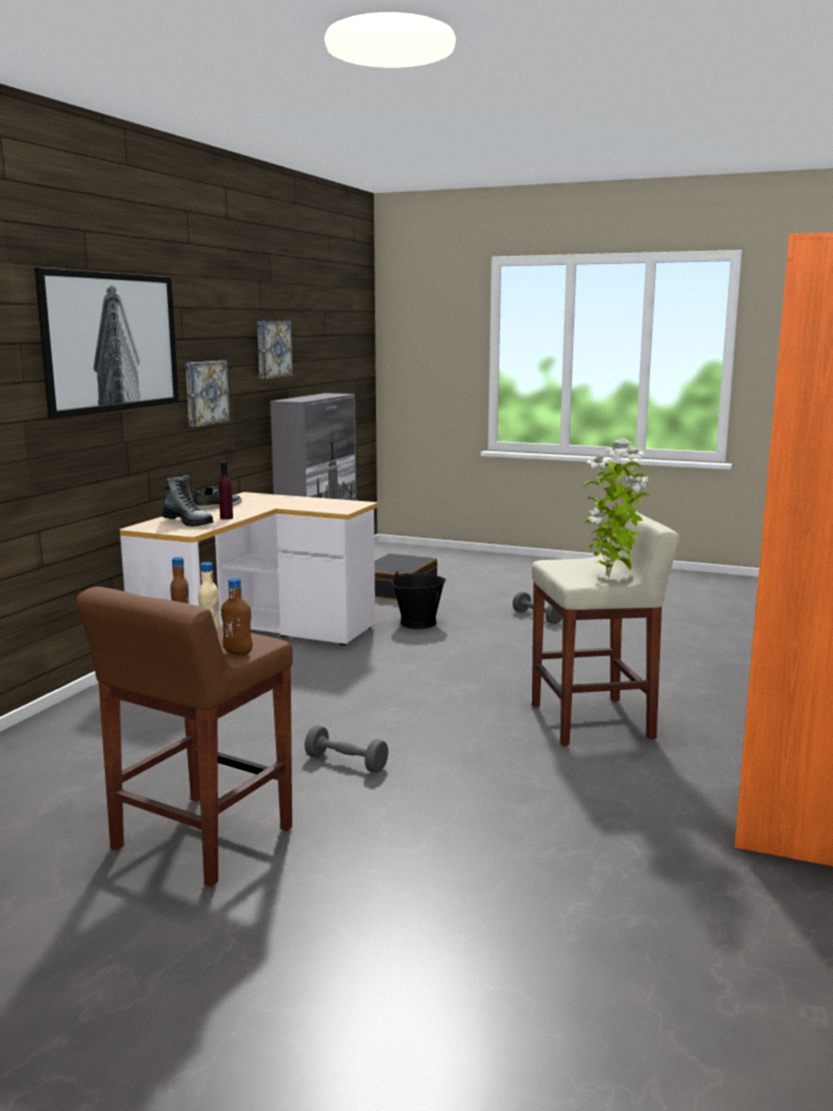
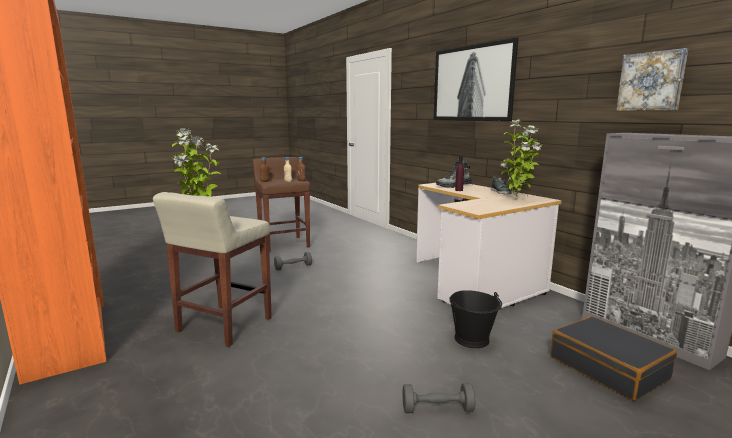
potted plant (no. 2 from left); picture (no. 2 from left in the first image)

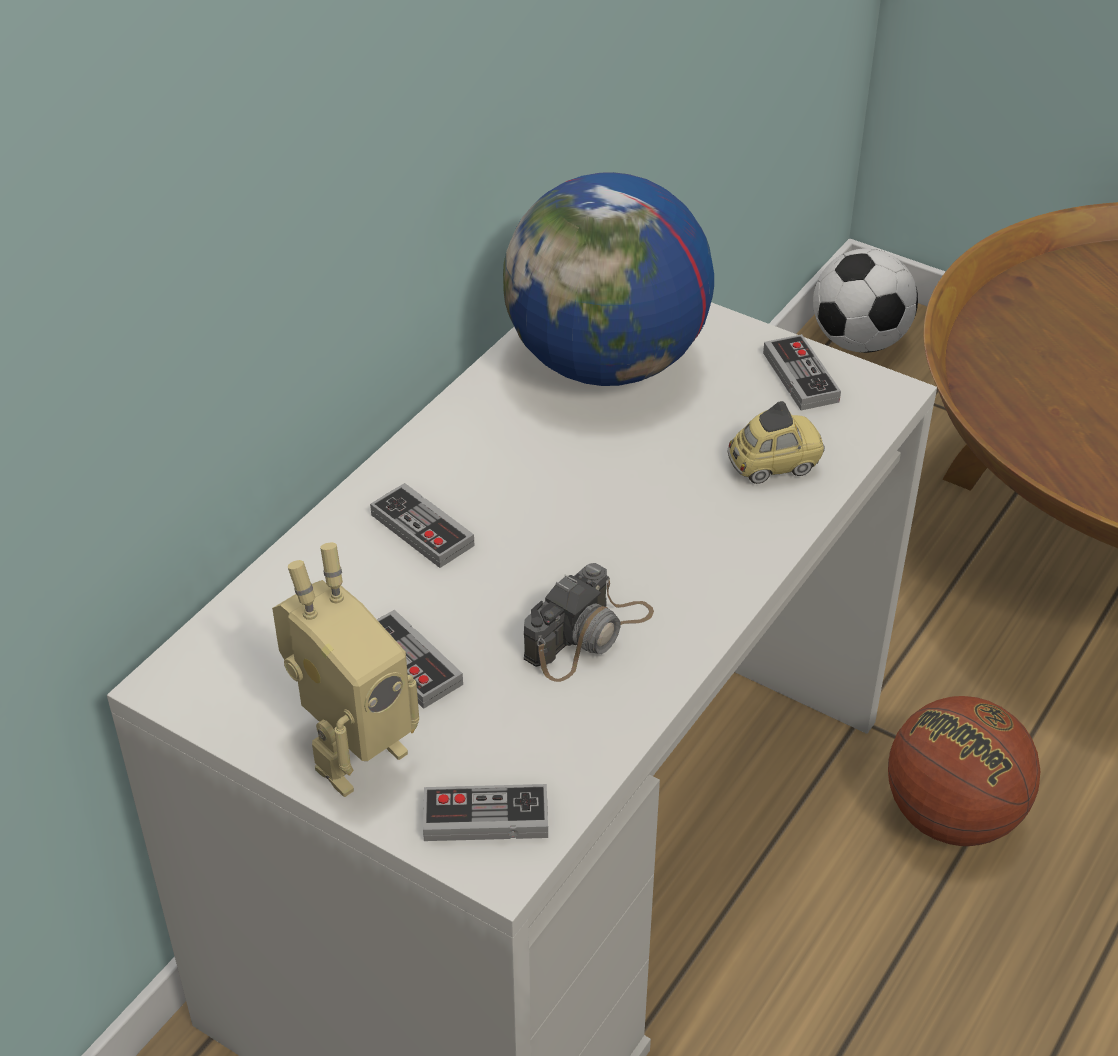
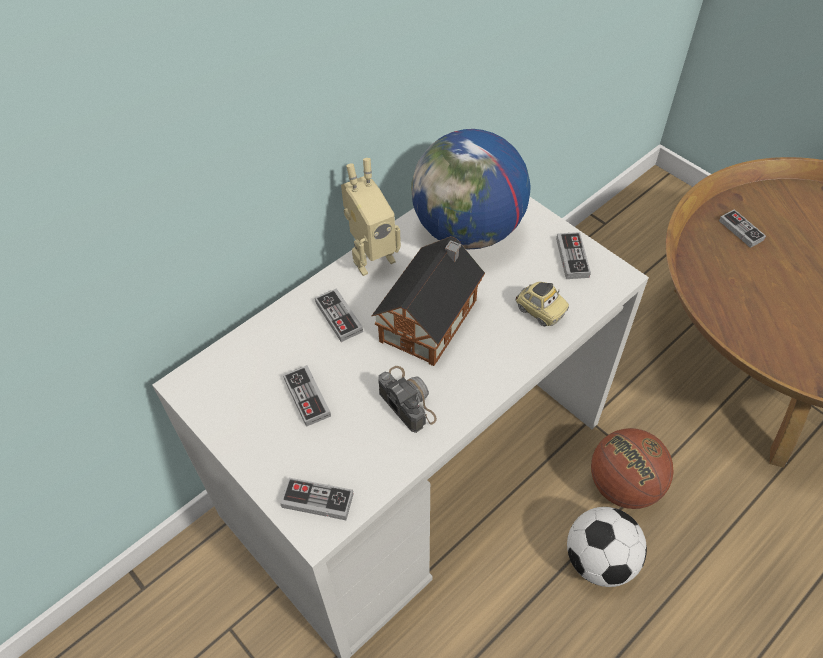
toy robot; toy house; photo camera; toy car; football; game controller (no. 5 from left)

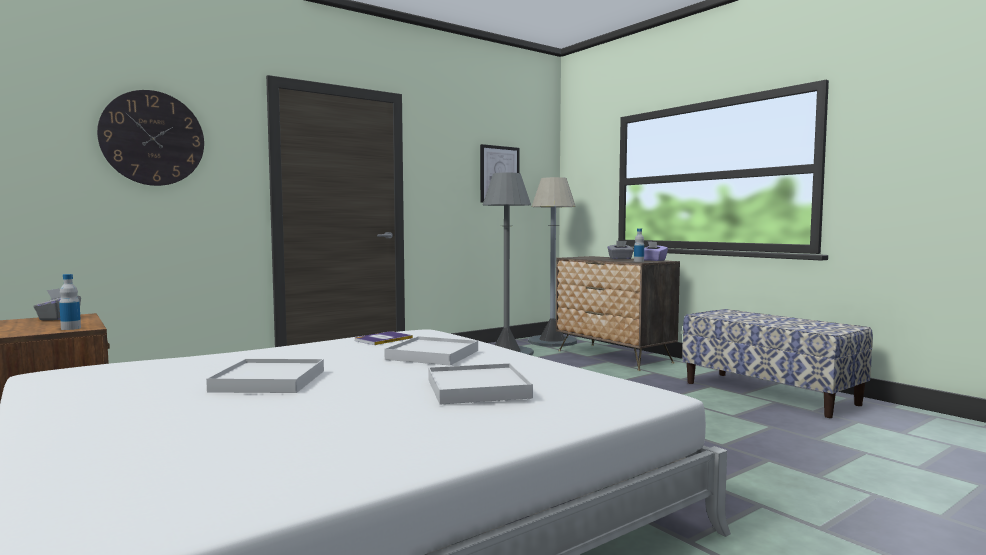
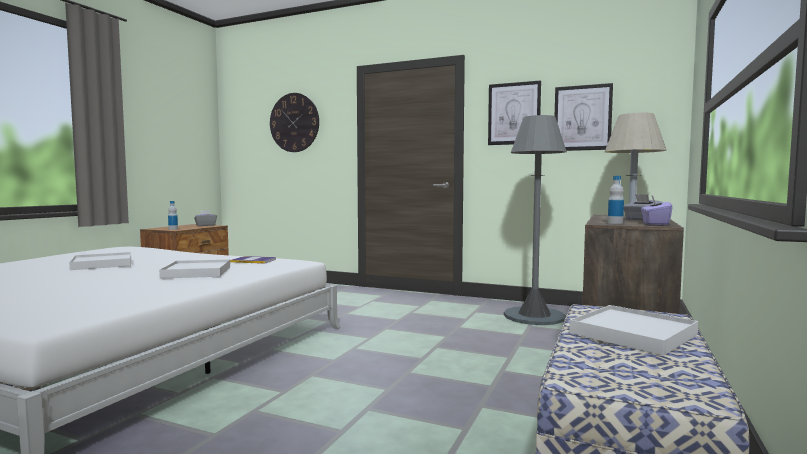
picture (no. 1 from left); white tray (no. 3 from left)

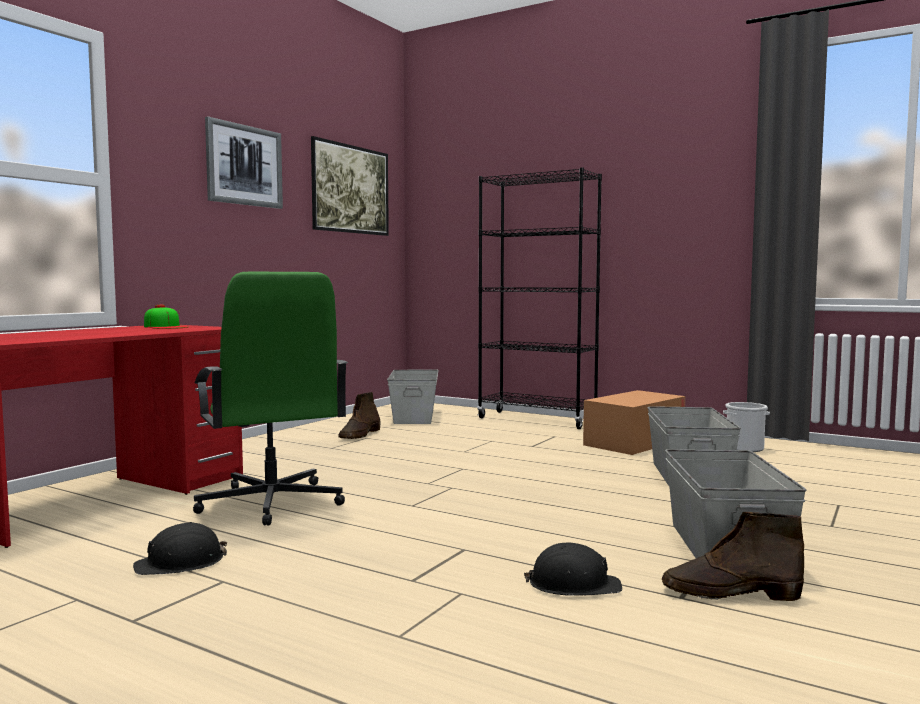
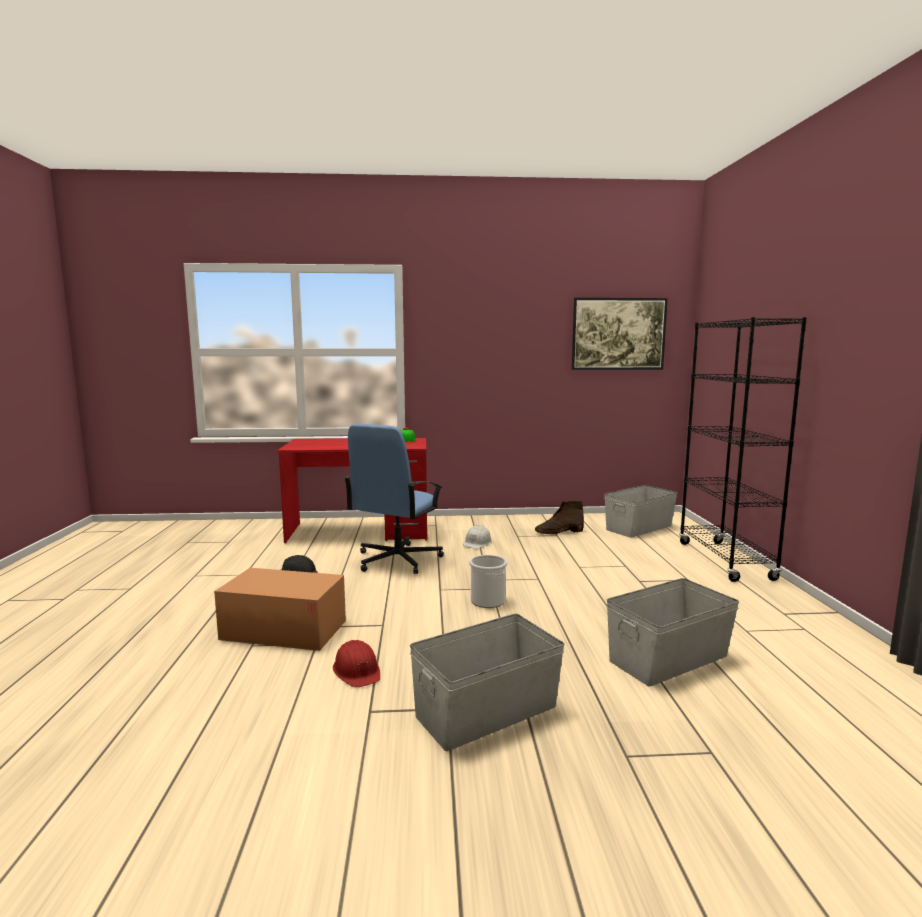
cardboard box; red hard hat; blue office chair; white hard hat; bucket; picture (no. 1 from left in the first image); brown boot (no. 2 from left in the first image)

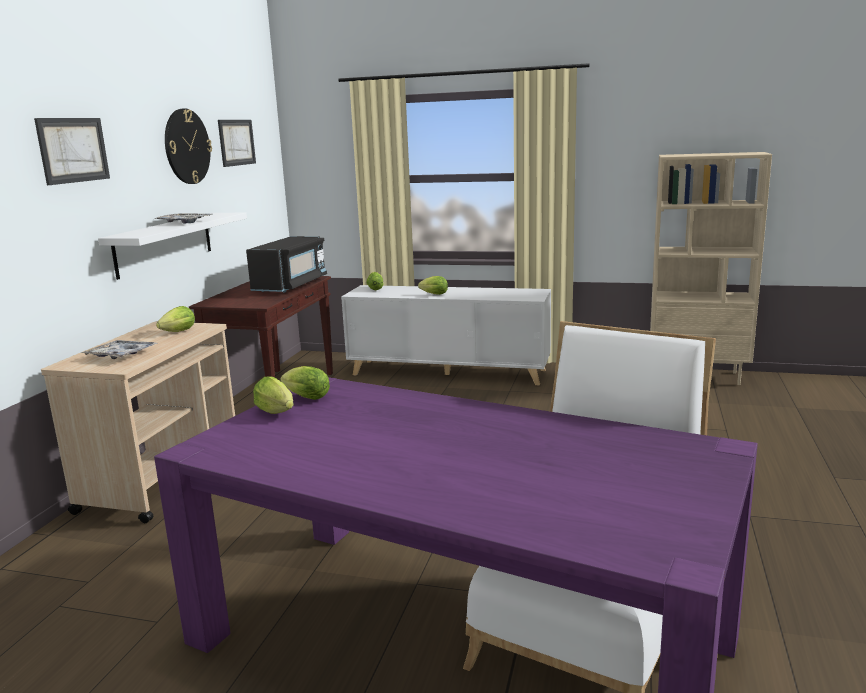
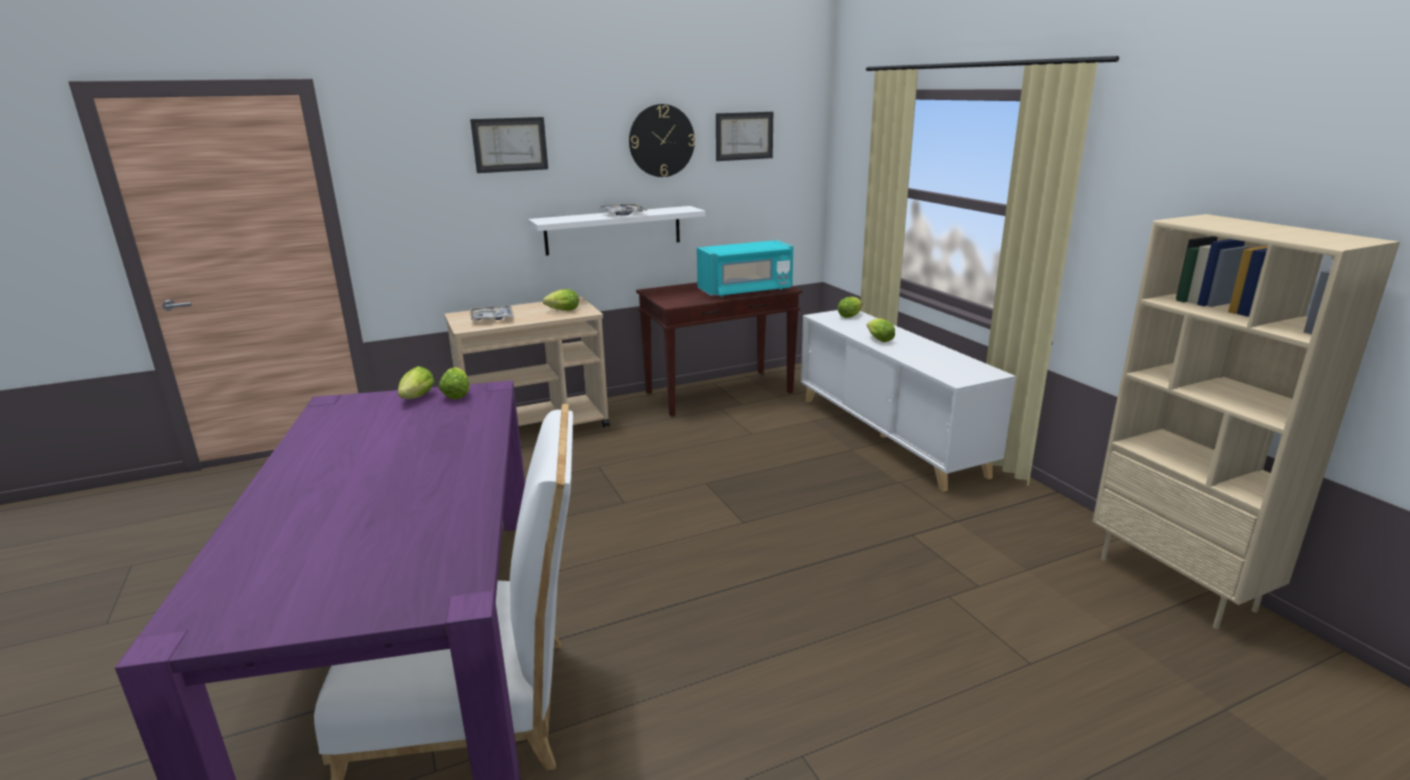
turquoise microwave

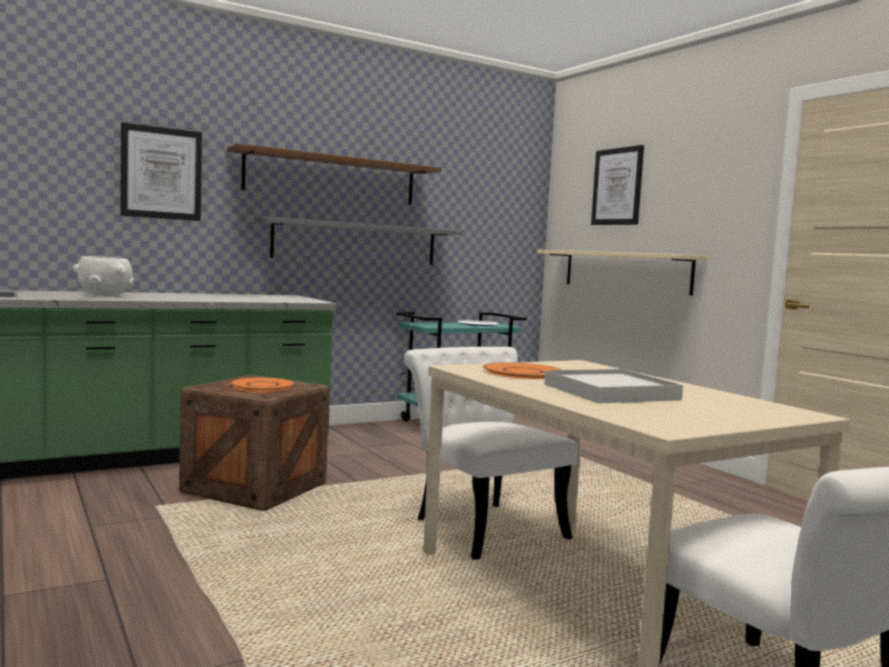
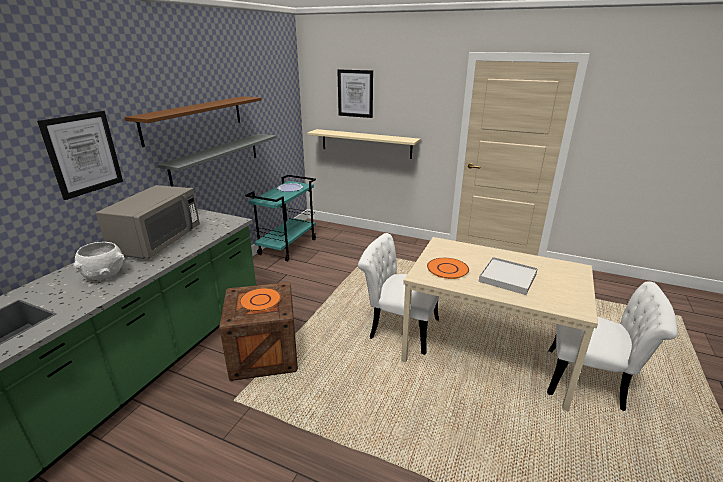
grey microwave

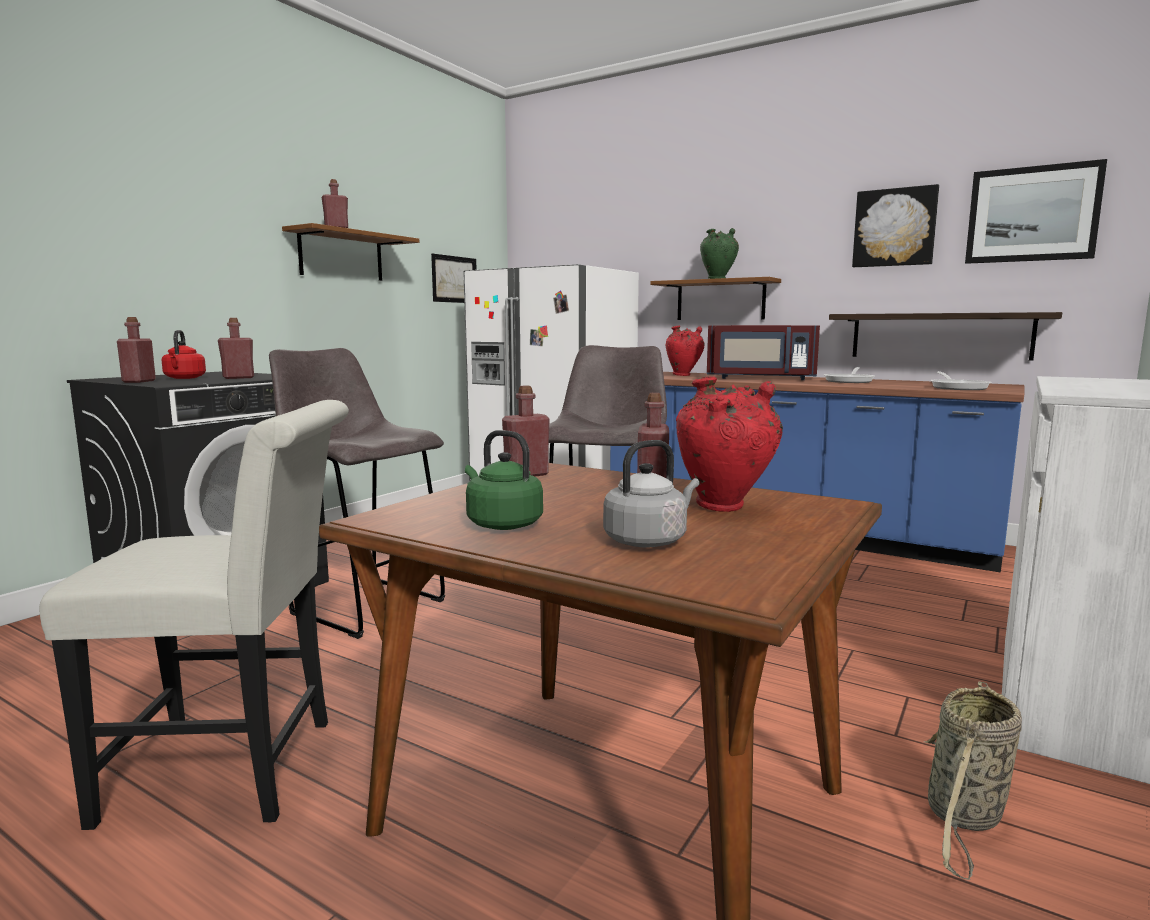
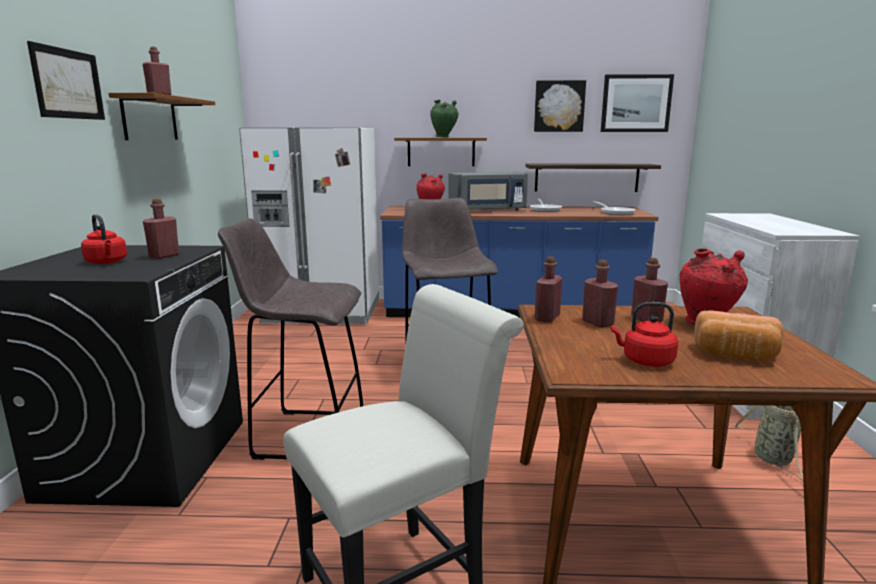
picture (no. 1 from left); grey microwave; red bottle (no. 4 from left); red kettle (no. 2 from left); bread

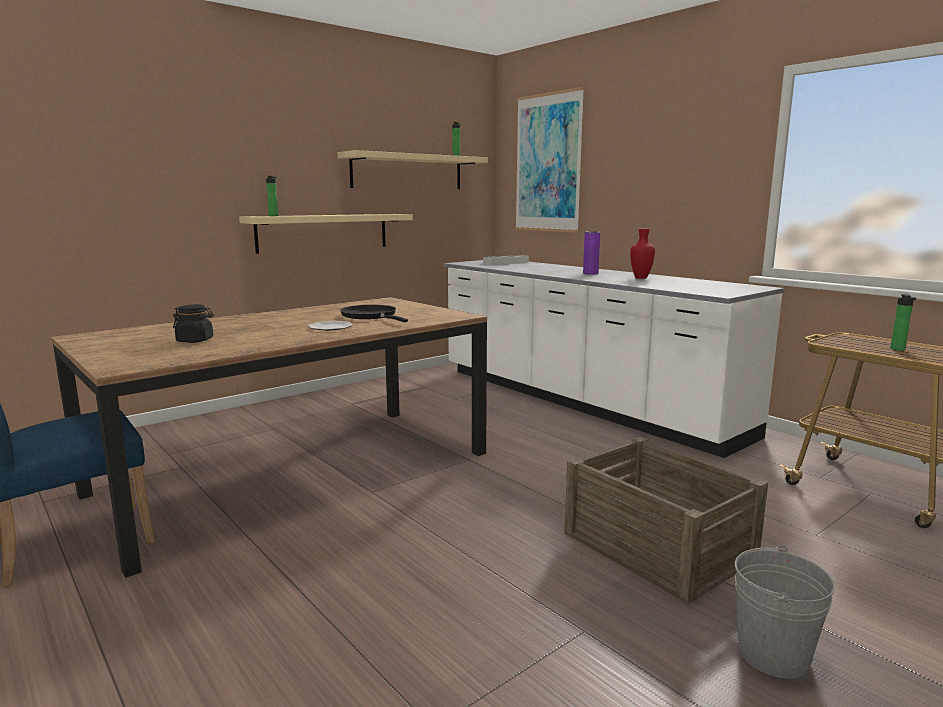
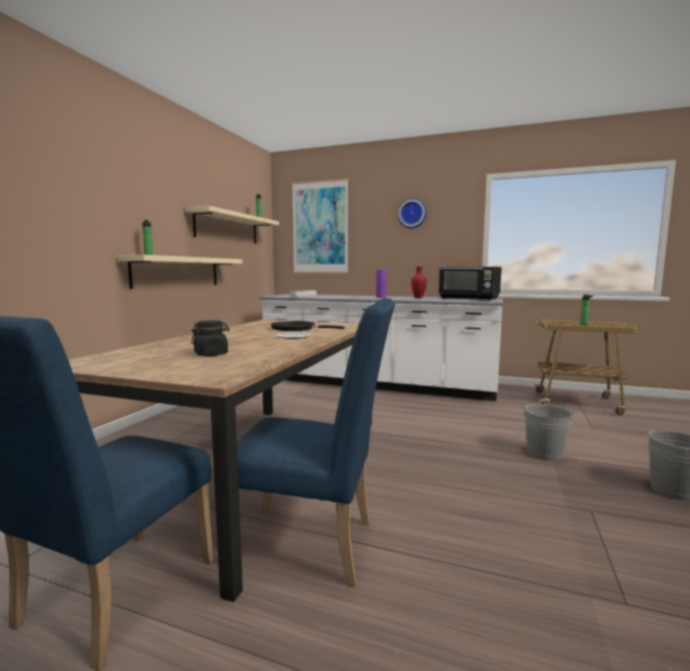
blue chair (no. 2 from left); wall clock; black microwave; grey bucket (no. 1 from left)

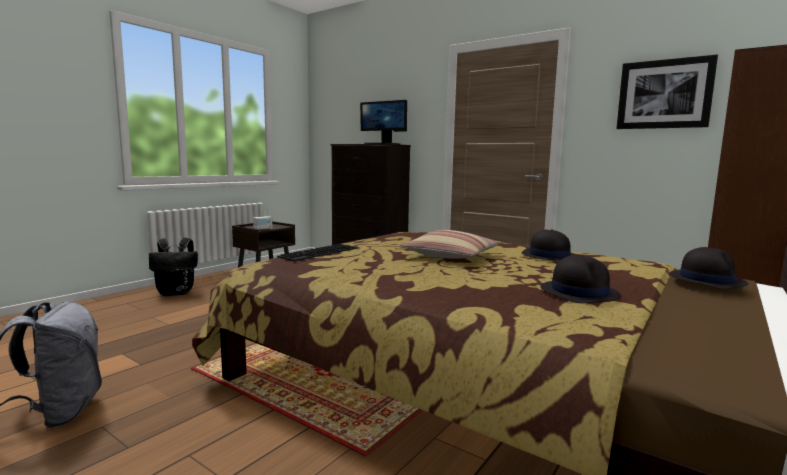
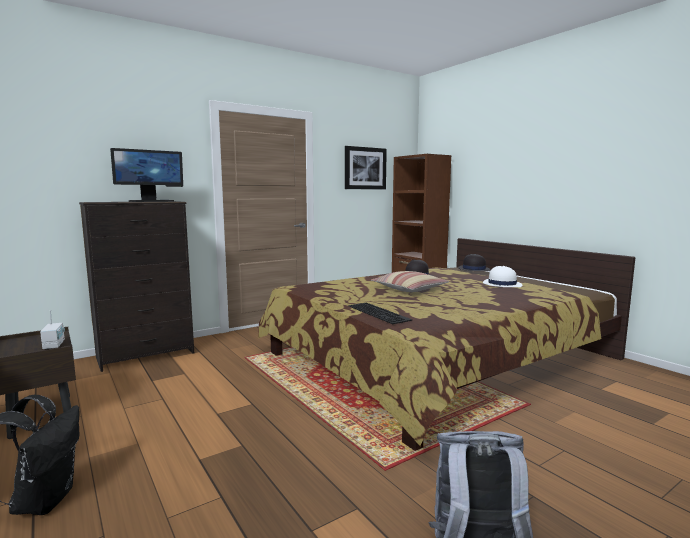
white hat

